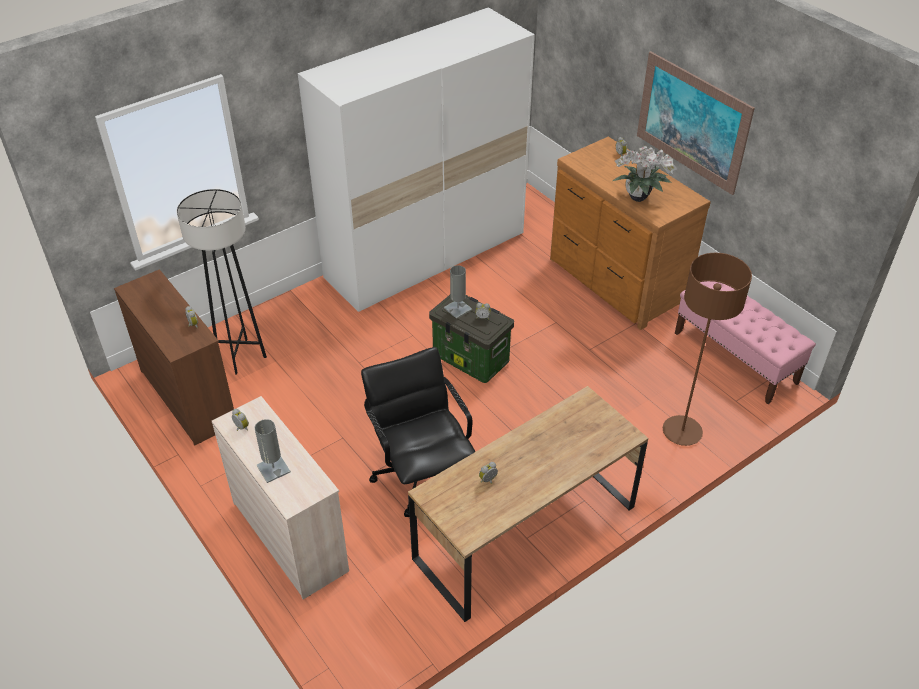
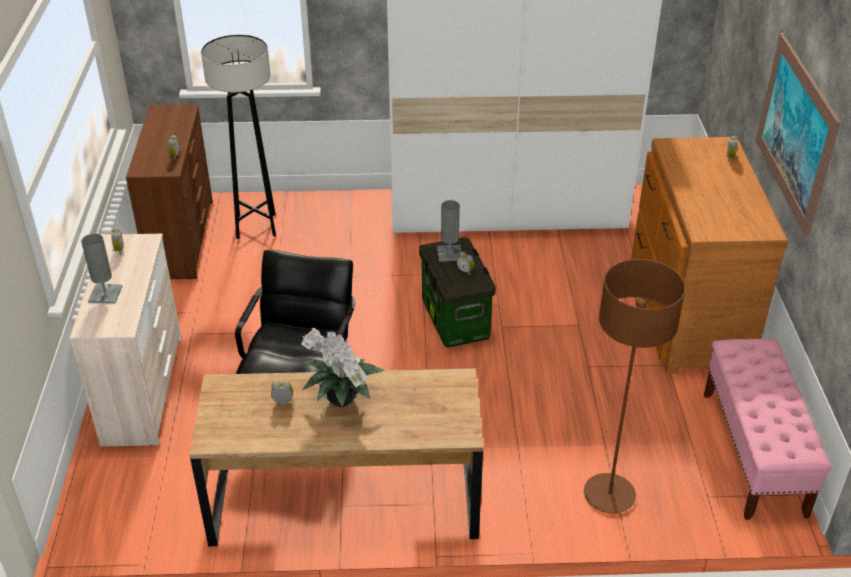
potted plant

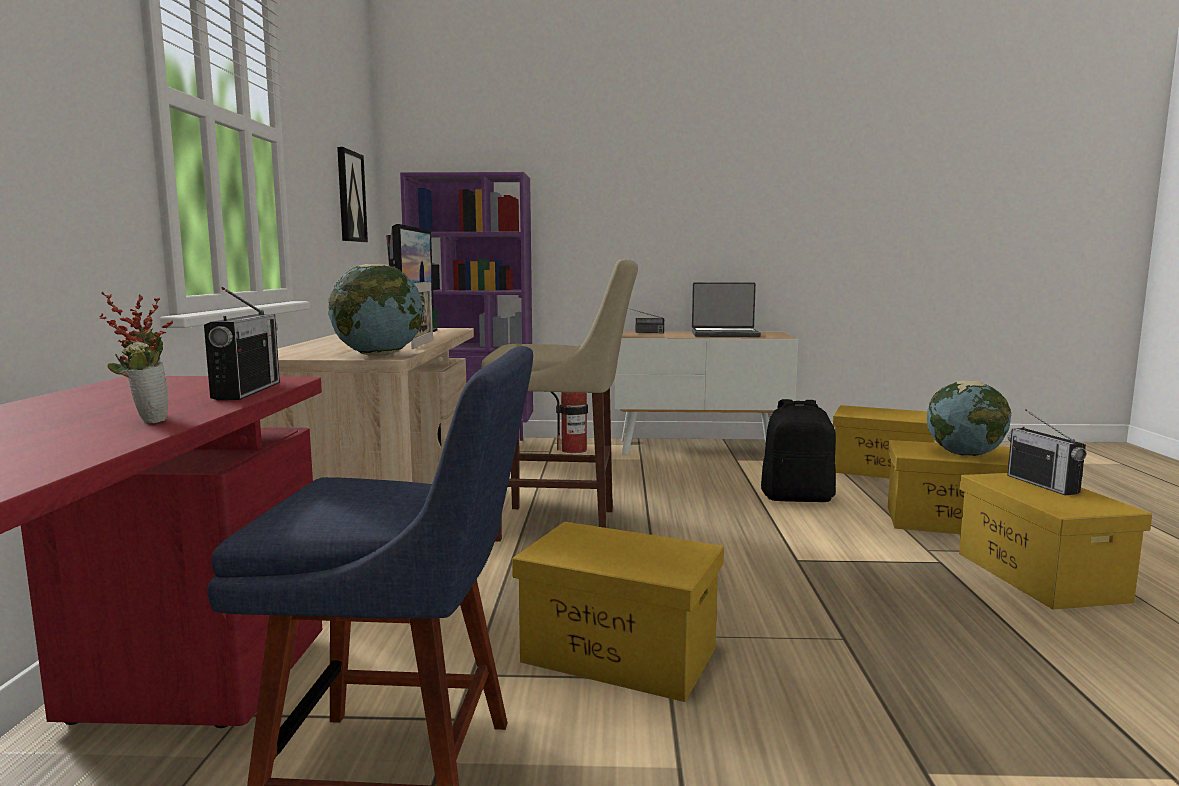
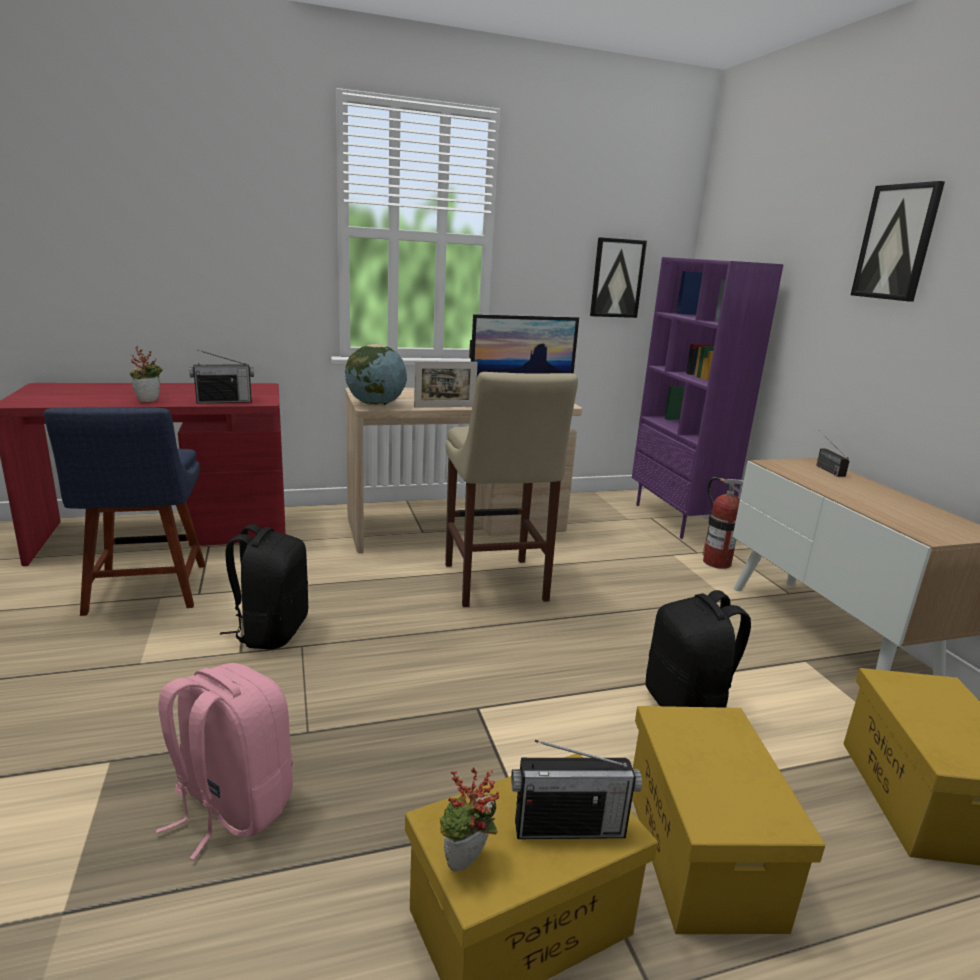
pink backpack; black backpack (no. 1 from left); potted plant (no. 2 from left); radio (no. 2 from left); picture (no. 2 from left); laptop; globe (no. 2 from left in the first image)

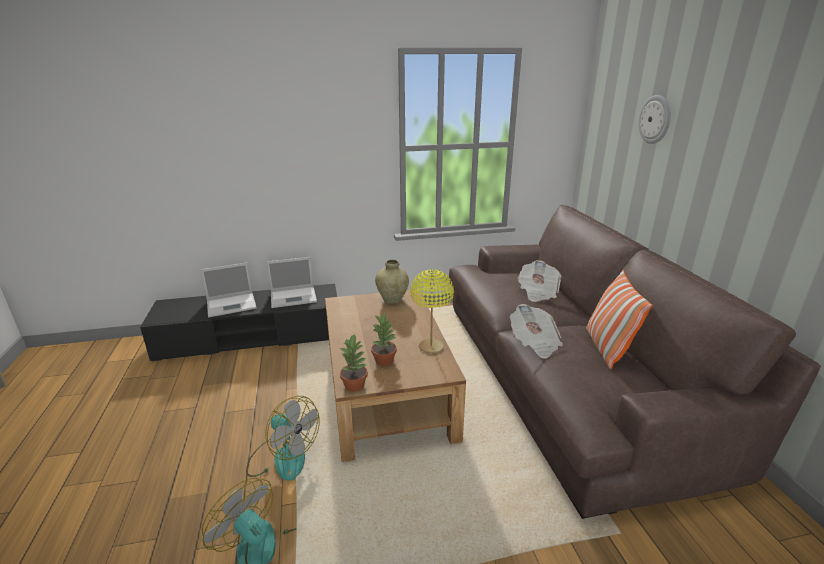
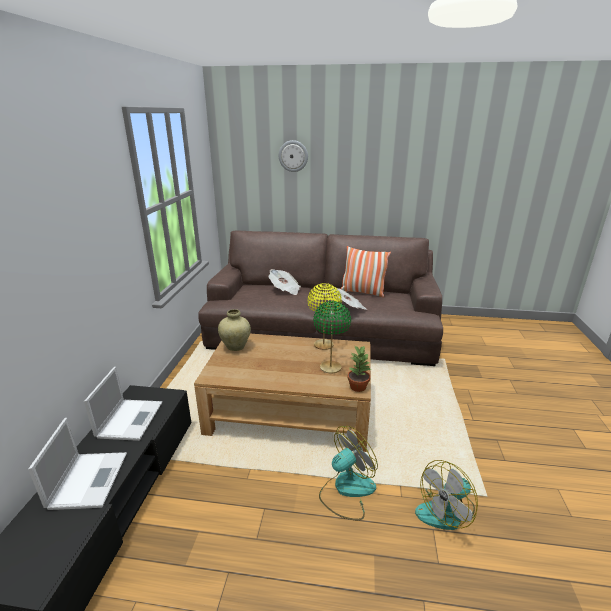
green table lamp

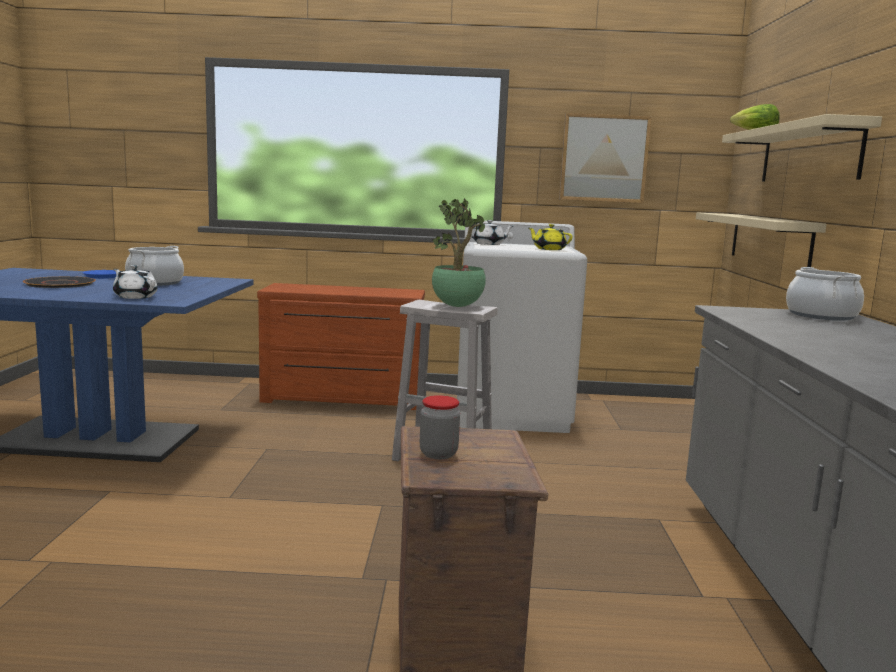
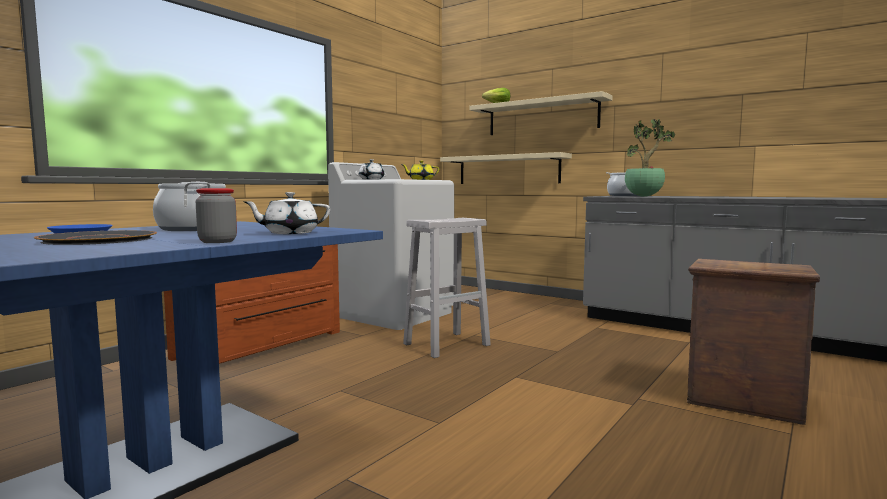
jar; potted plant; picture

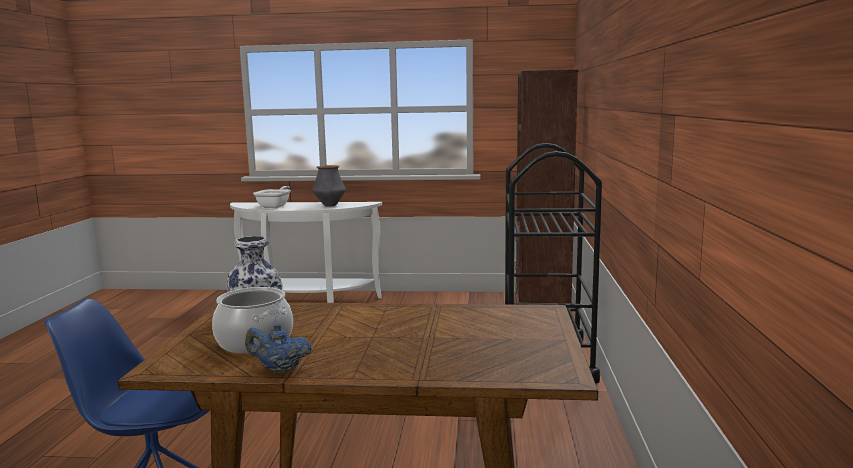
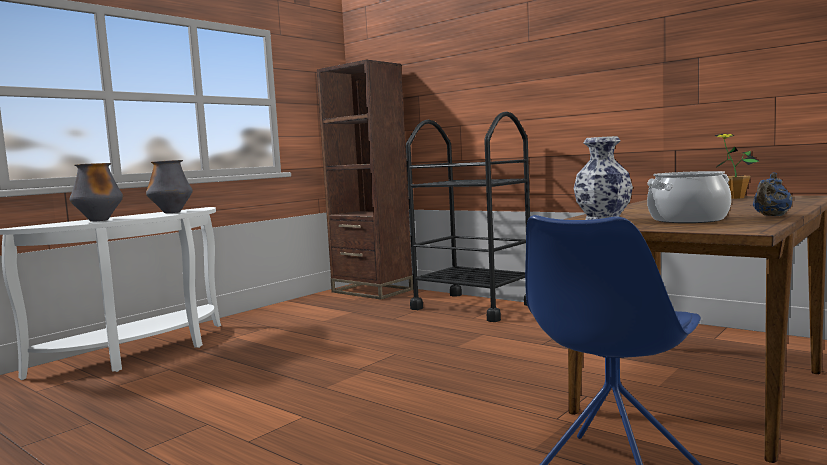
vase (no. 1 from left); potted plant

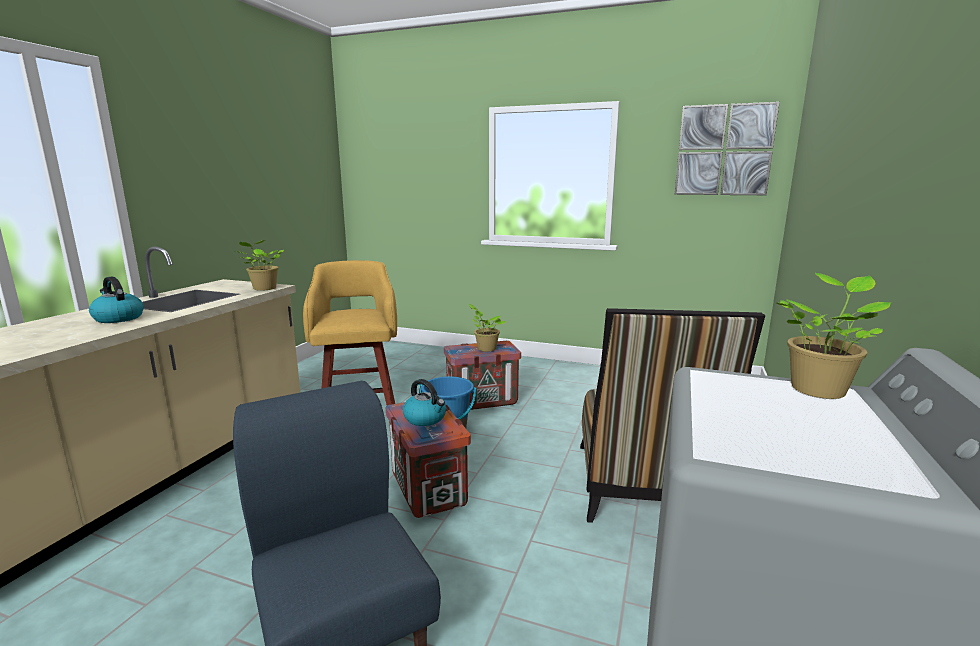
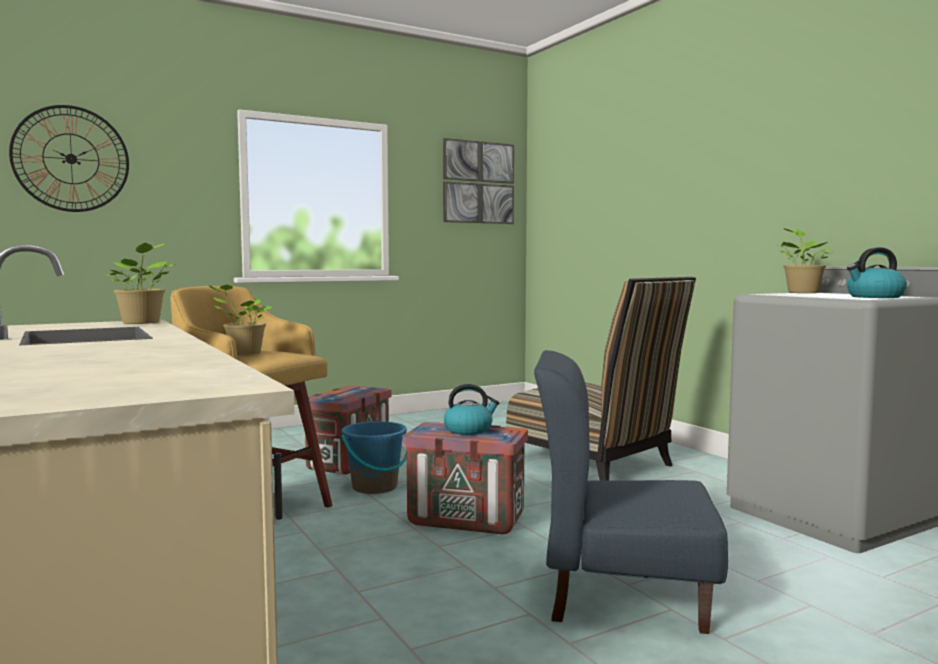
wall clock; potted plant (no. 2 from left); kettle (no. 2 from left)

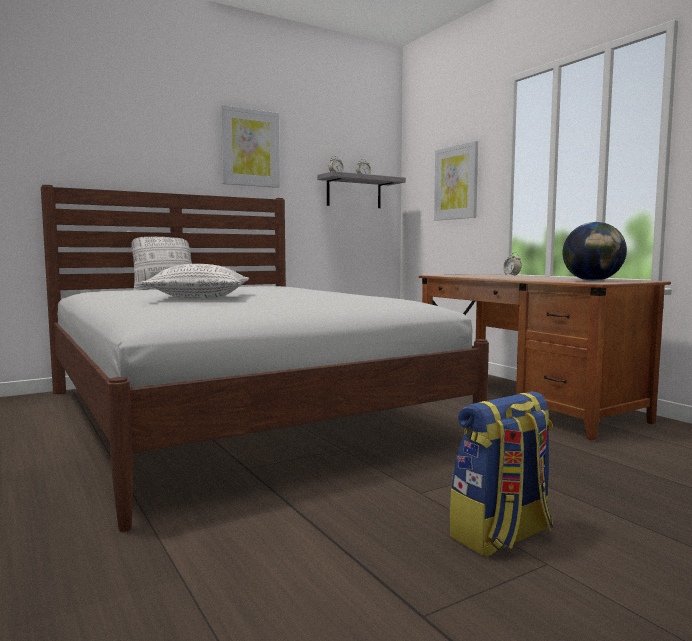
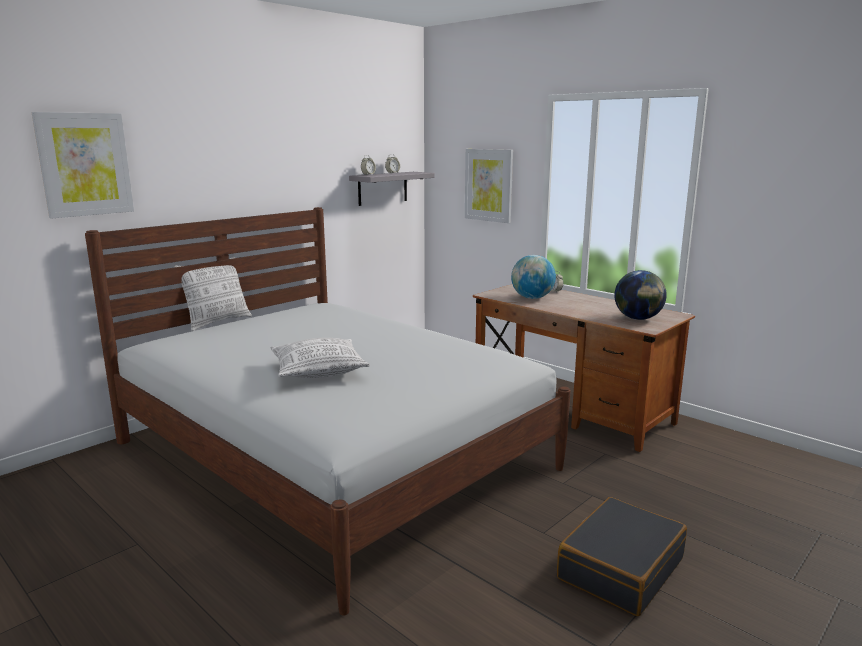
picture (no. 1 from left); globe (no. 1 from left); black suitcase

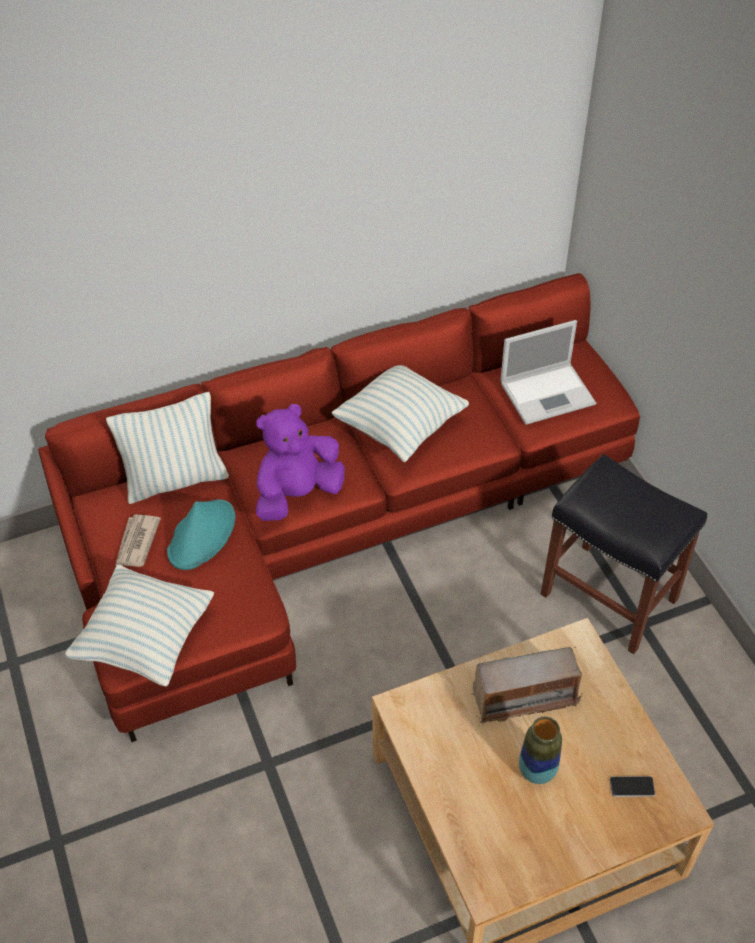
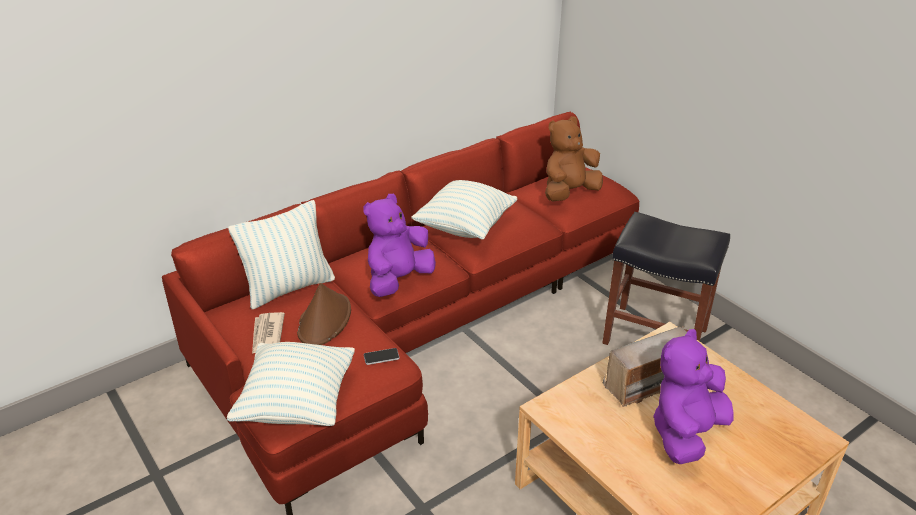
brown hat; phone; brown plush toy; purple plush toy (no. 2 from left)

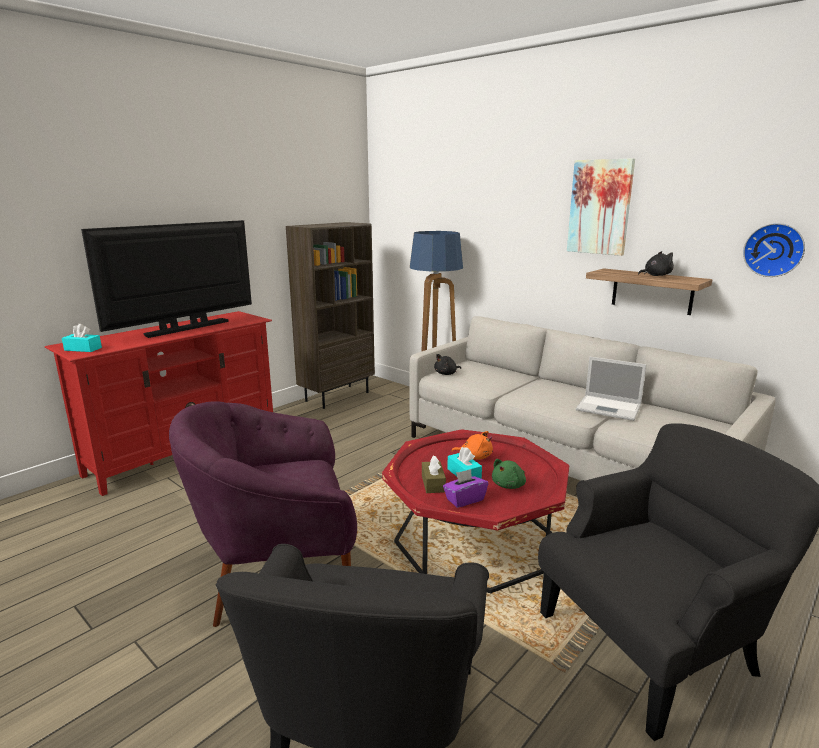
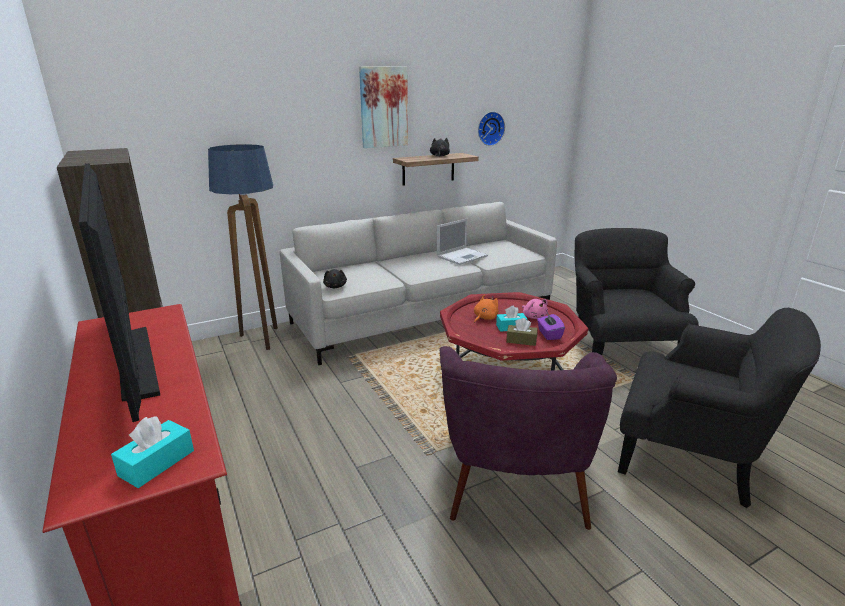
pink plush toy

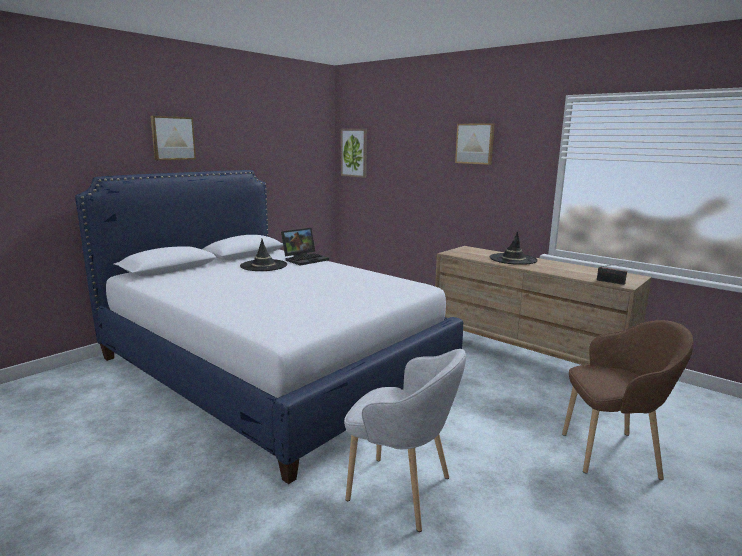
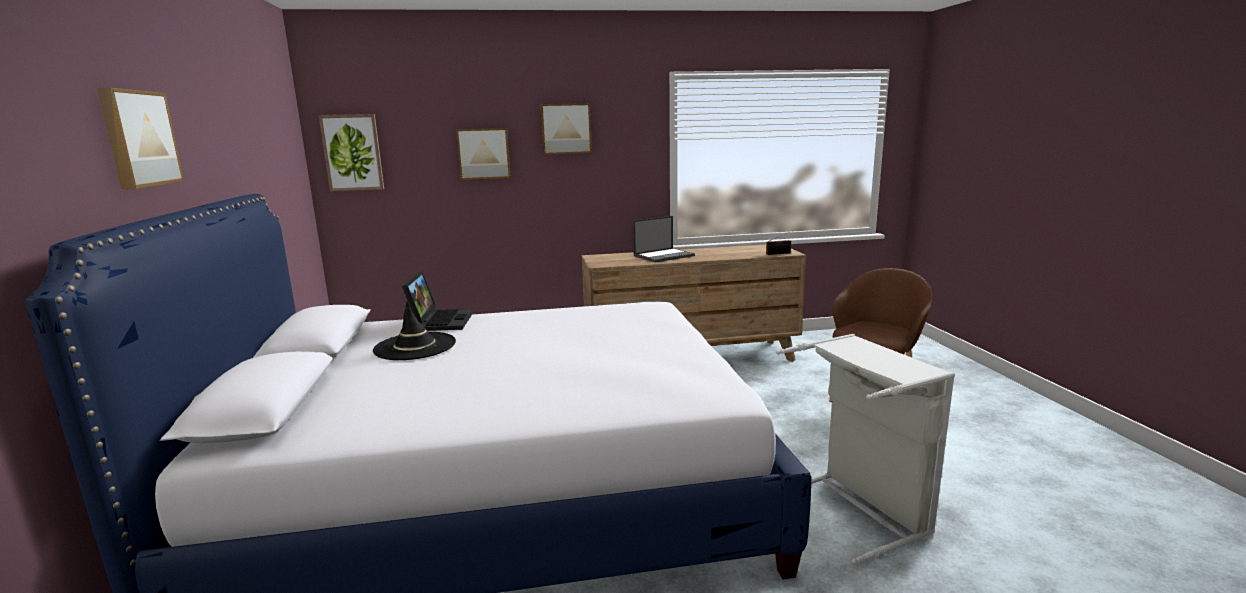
picture (no. 3 from left); laptop (no. 2 from left); grey laundry basket

